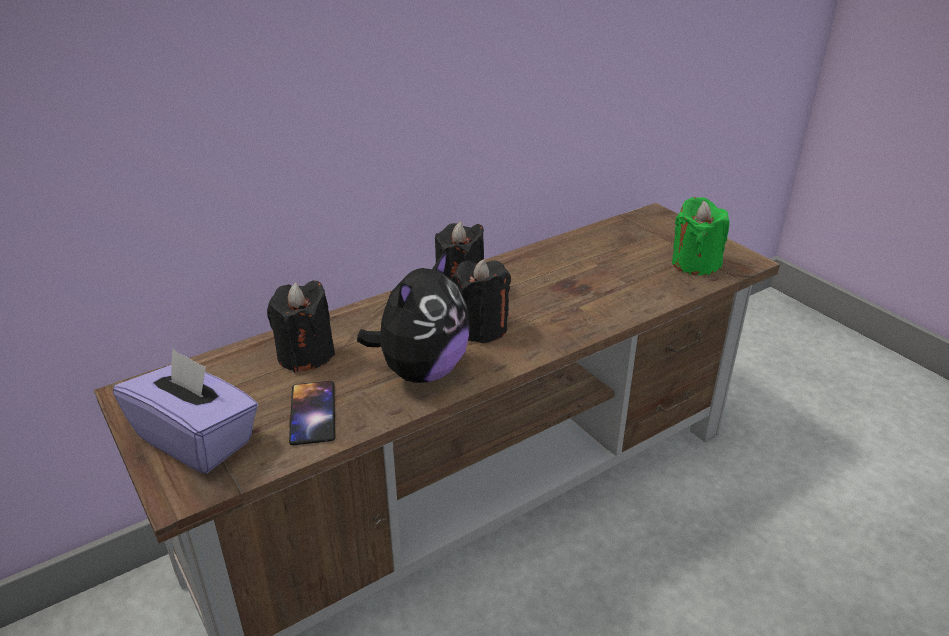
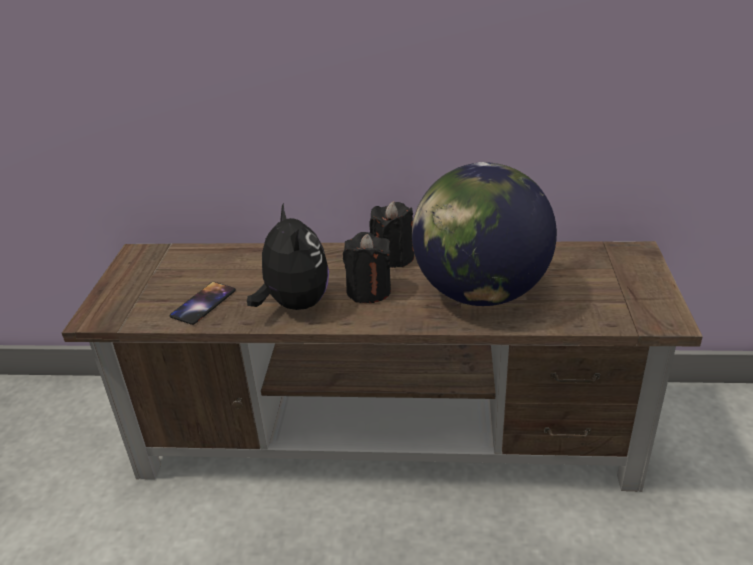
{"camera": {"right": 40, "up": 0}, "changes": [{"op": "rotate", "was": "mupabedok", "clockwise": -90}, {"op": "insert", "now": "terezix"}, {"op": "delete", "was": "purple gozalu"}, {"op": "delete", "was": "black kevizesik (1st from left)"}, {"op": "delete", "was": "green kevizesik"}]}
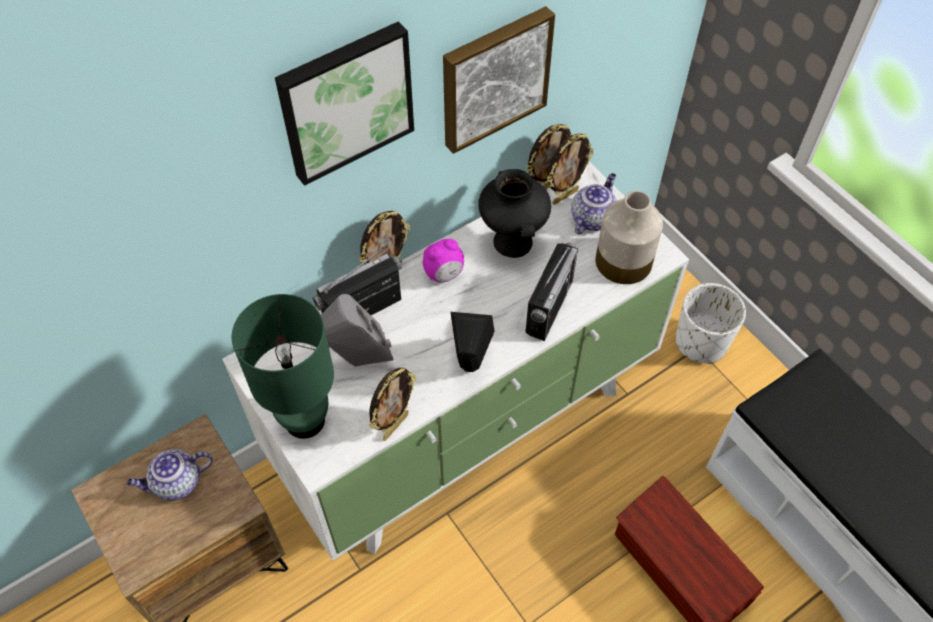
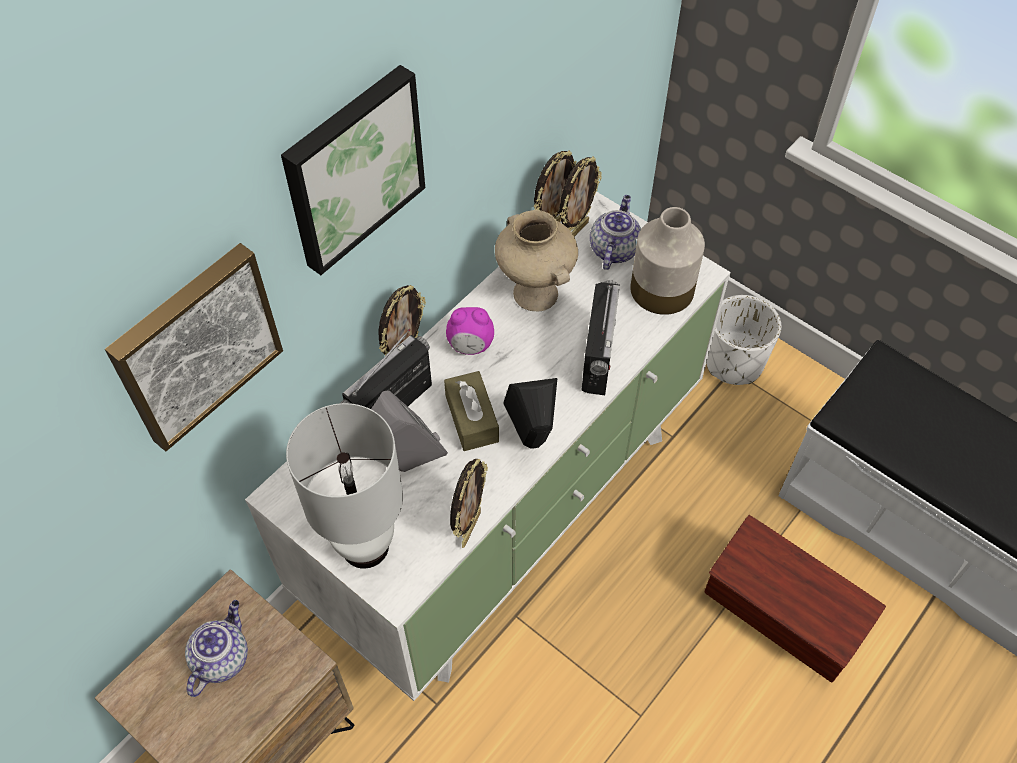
{"camera": {"right": -15, "up": 0}, "changes": [{"op": "move", "was": "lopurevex (2nd from left in the first image)", "now": "lopurevex (1st from left)"}, {"op": "rotate", "was": "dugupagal (1st from left)", "clockwise": 150}, {"op": "recolor", "was": "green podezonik", "now": "white podezonik"}, {"op": "insert", "now": "brown gozalu"}, {"op": "rotate", "was": "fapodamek", "clockwise": 45}, {"op": "recolor", "was": "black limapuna", "now": "beige limapuna (1st from left)"}]}
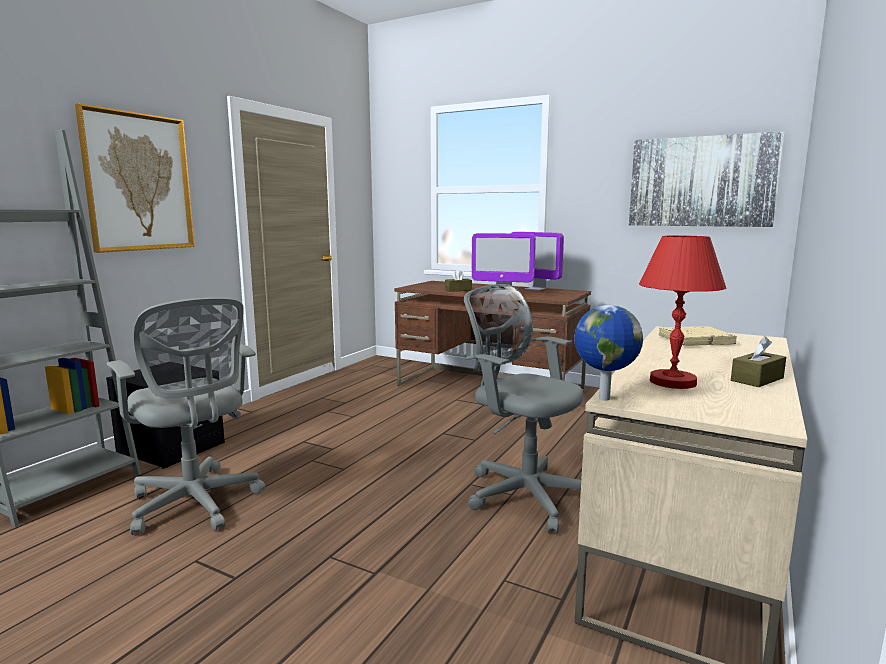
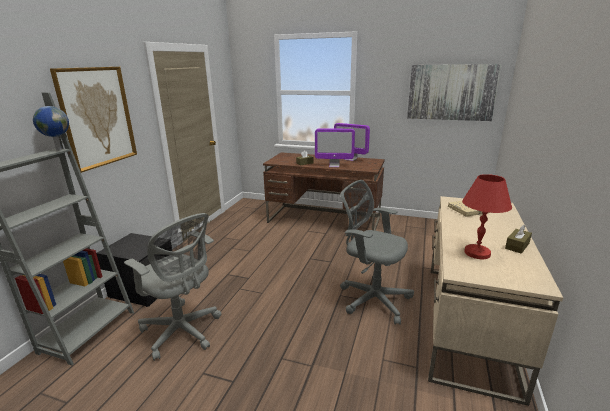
{"camera": {"right": -10, "up": 10}, "changes": [{"op": "move", "was": "terezix"}]}
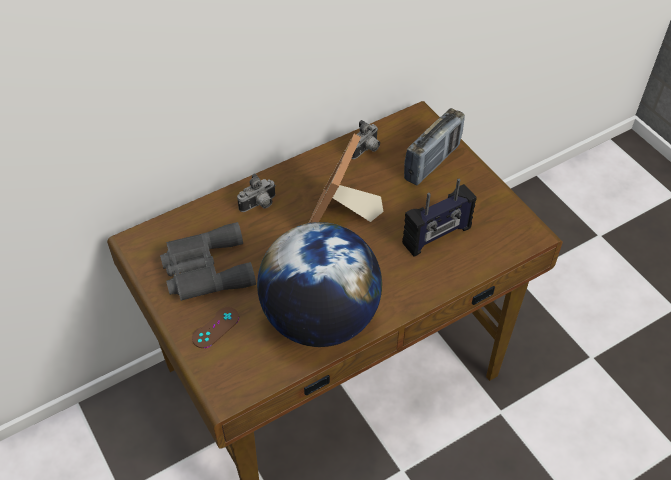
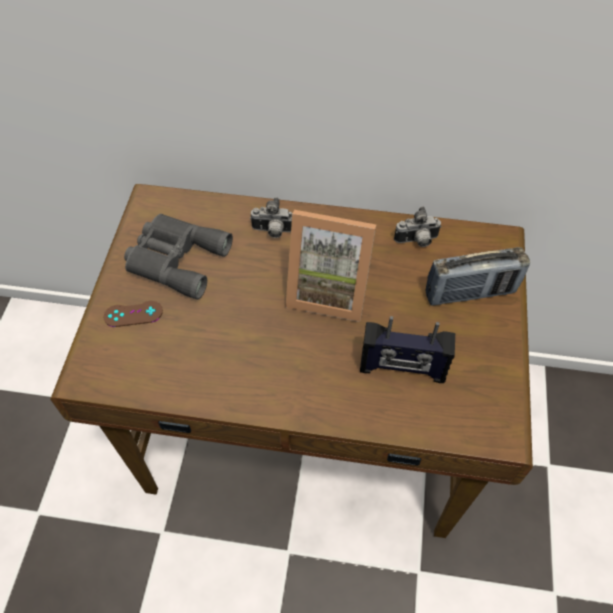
{"camera": {"right": 40, "up": 5}, "changes": [{"op": "rotate", "was": "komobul", "clockwise": -135}, {"op": "delete", "was": "terezix"}]}
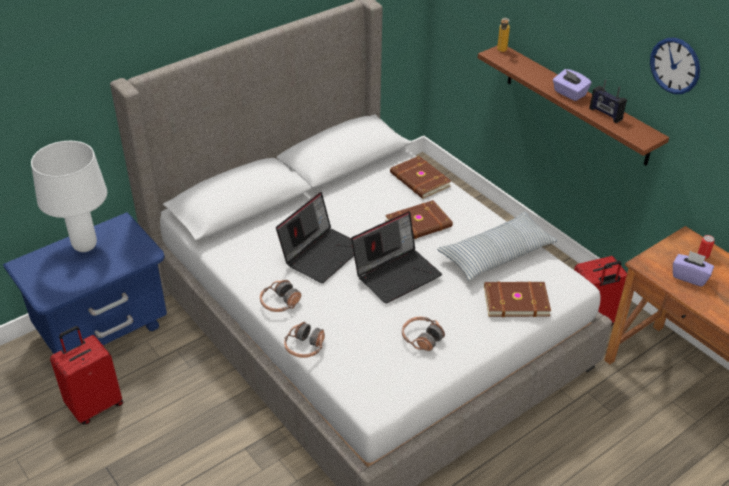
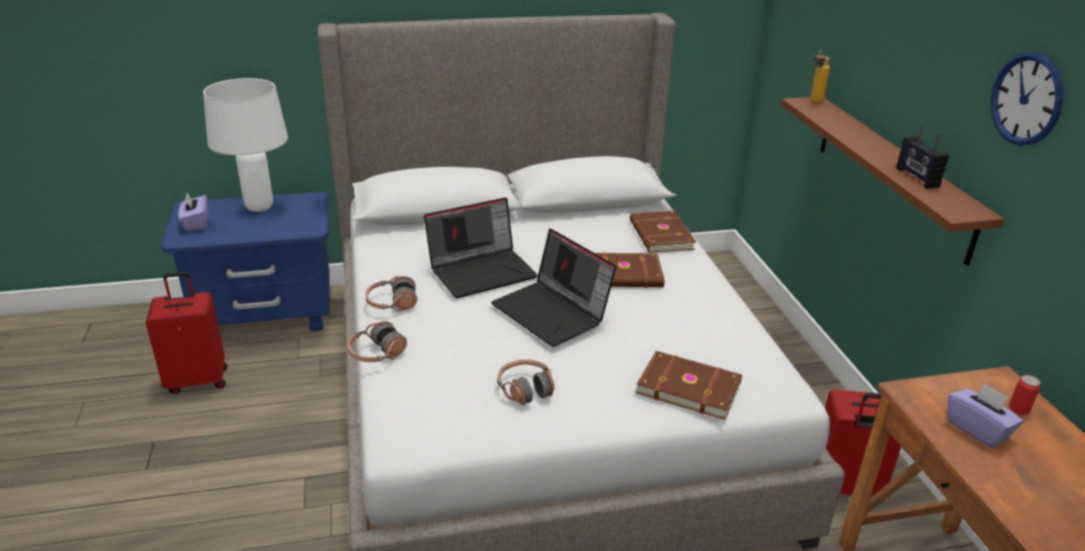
{"camera": {"right": 25, "up": -10}, "changes": [{"op": "move", "was": "purple gozalu (1st from left)"}, {"op": "rotate", "was": "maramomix (2nd from left)", "clockwise": 60}, {"op": "delete", "was": "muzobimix"}]}
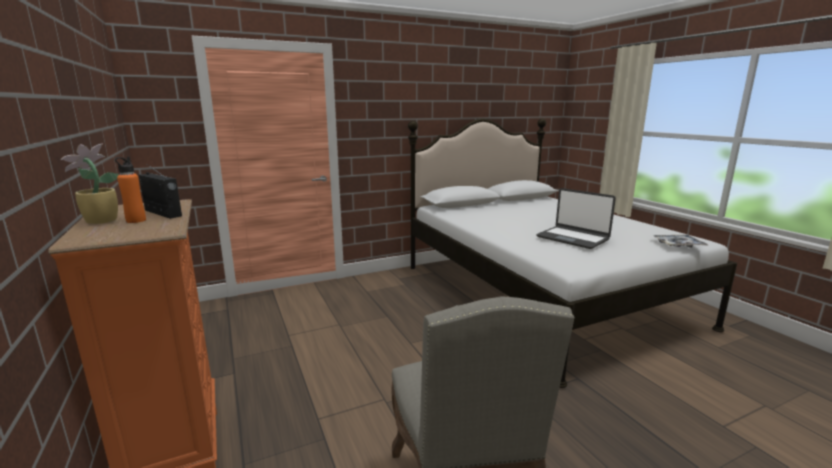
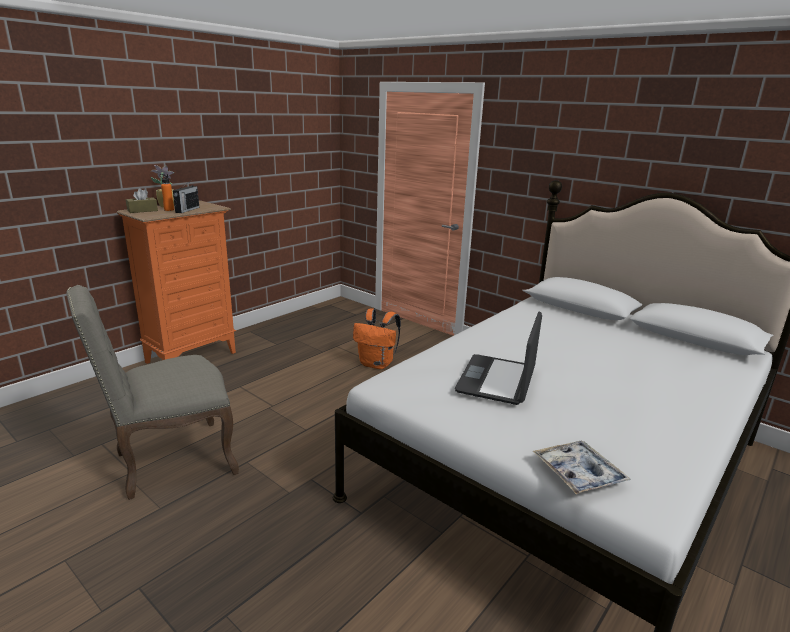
{"camera": {"right": 65, "up": 5}, "changes": [{"op": "insert", "now": "brown gozalu"}, {"op": "insert", "now": "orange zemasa"}]}
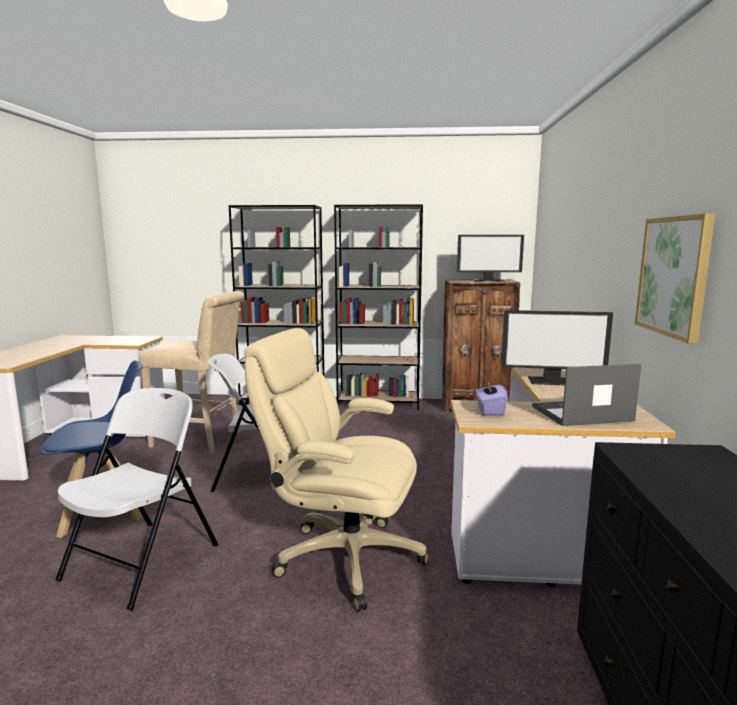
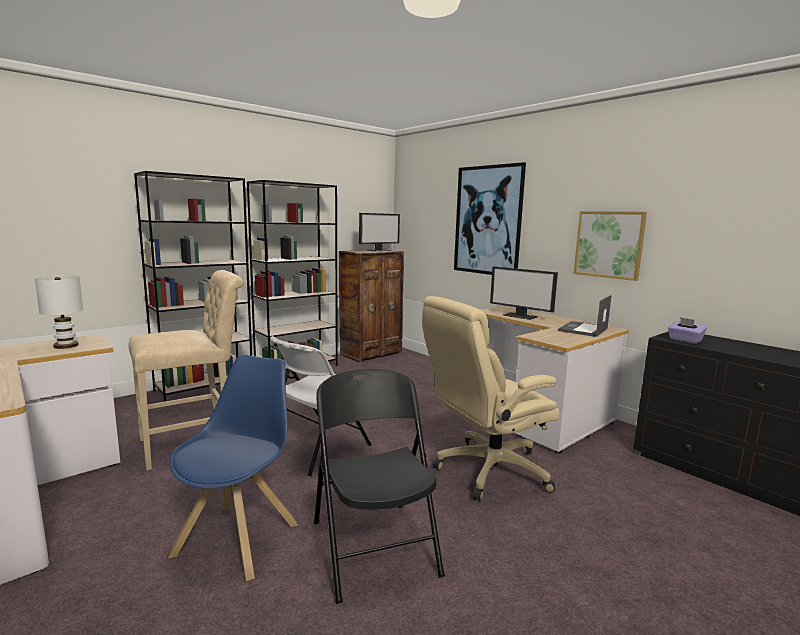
{"camera": {"right": -45, "up": 0}, "changes": [{"op": "insert", "now": "white podezonik"}, {"op": "recolor", "was": "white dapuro (1st from left)", "now": "black dapuro"}, {"op": "insert", "now": "lopurevex (1st from left)"}, {"op": "rotate", "was": "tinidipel (2nd from left)", "clockwise": 75}, {"op": "move", "was": "purple gozalu"}]}
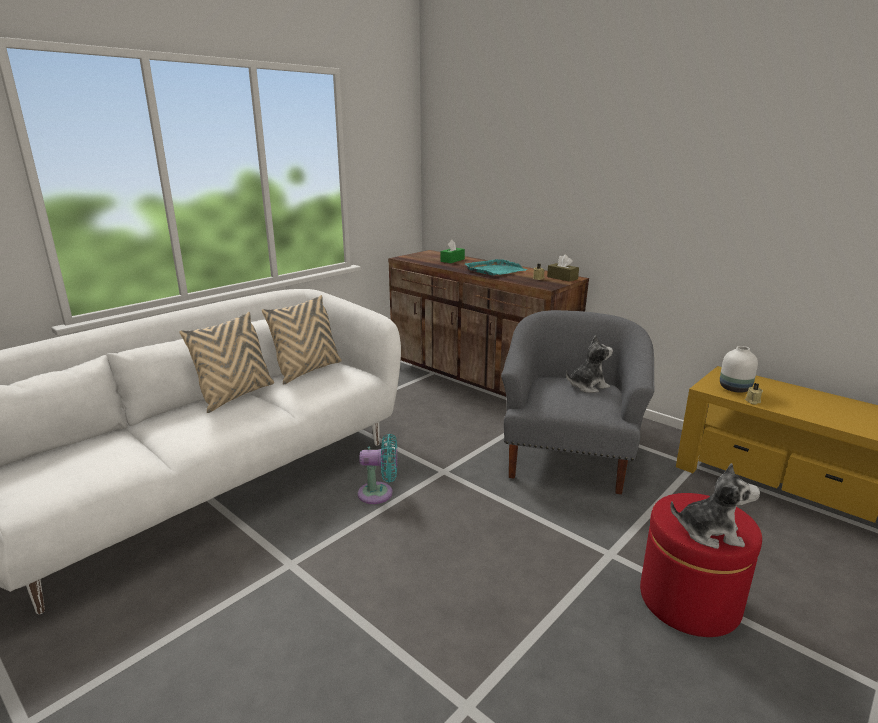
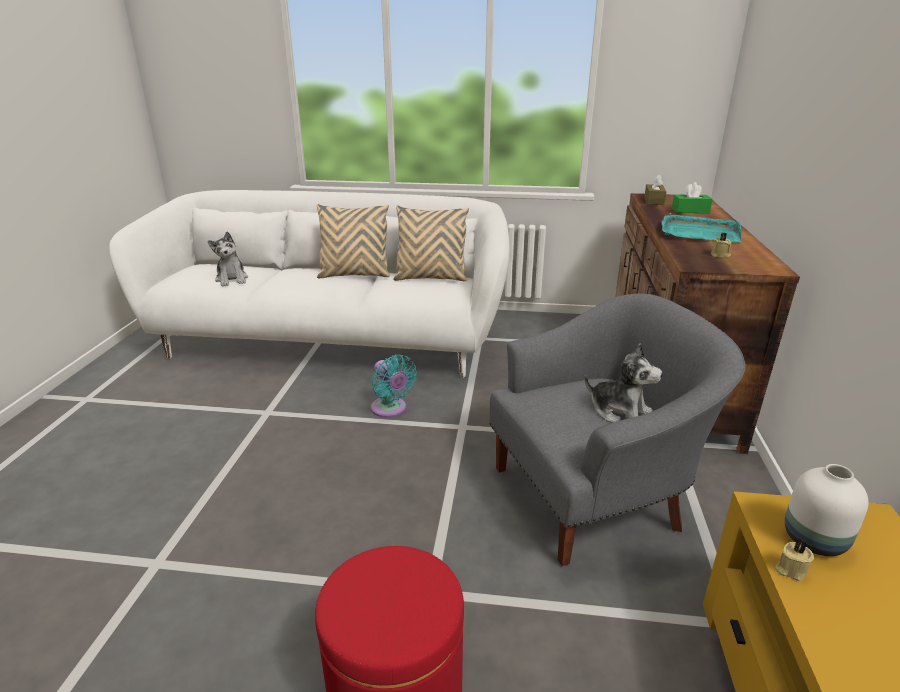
{"camera": {"right": 55, "up": 5}, "changes": [{"op": "move", "was": "mupabedok (2nd from left in the first image)", "now": "mupabedok (1st from left)"}, {"op": "move", "was": "brown gozalu"}]}
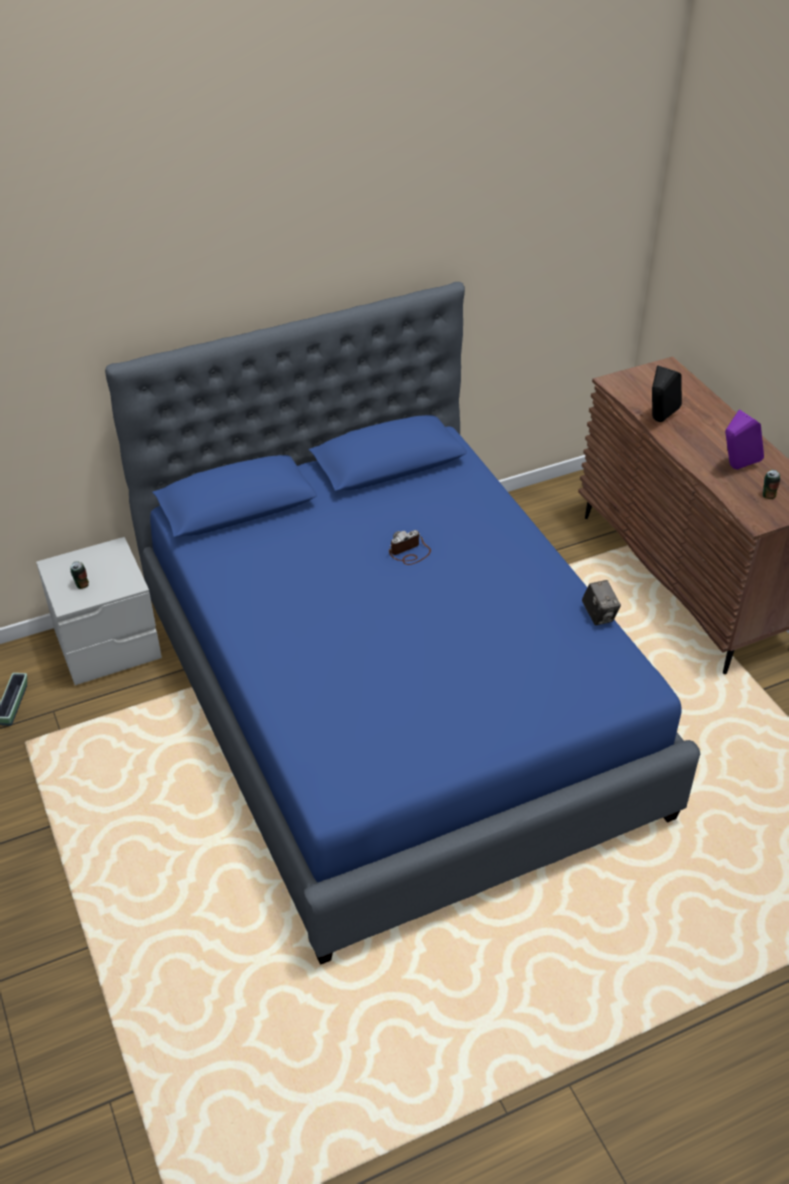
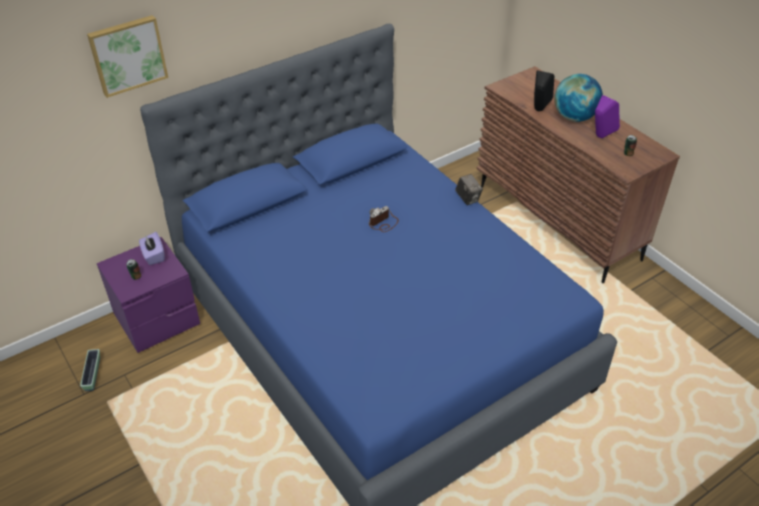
{"camera": {"right": -10, "up": 0}, "changes": [{"op": "insert", "now": "lopurevex"}, {"op": "recolor", "was": "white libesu", "now": "purple libesu"}, {"op": "insert", "now": "purple gozalu"}, {"op": "move", "was": "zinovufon (2nd from left)"}, {"op": "insert", "now": "terezix"}]}
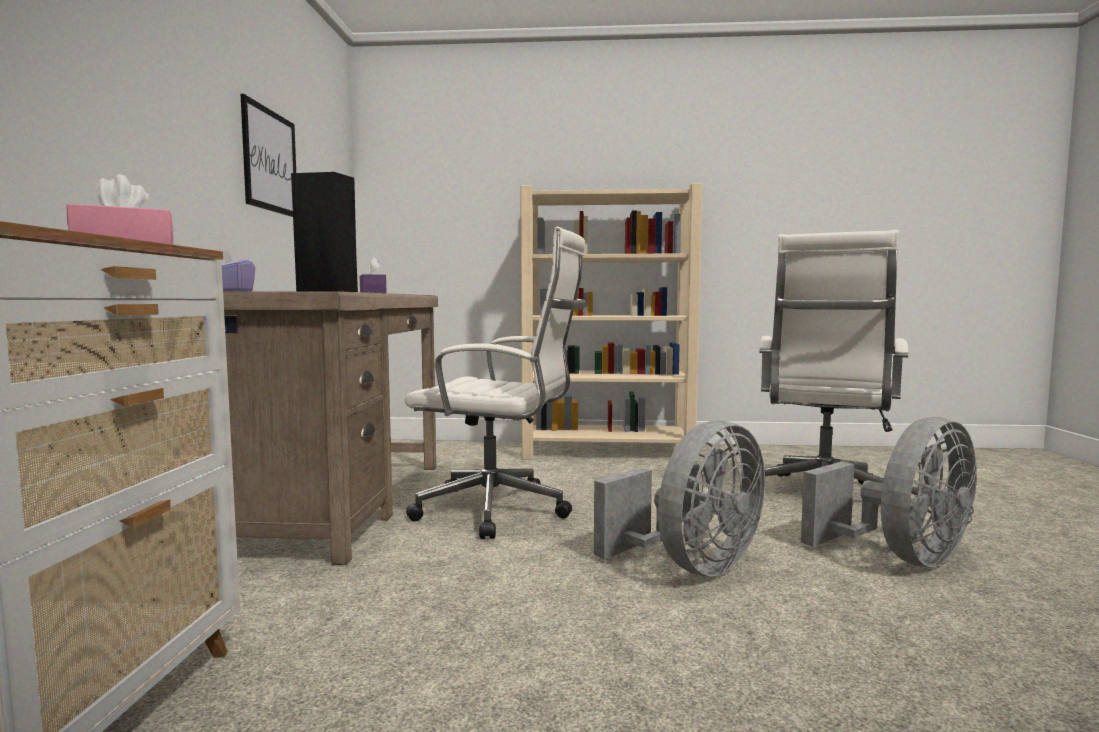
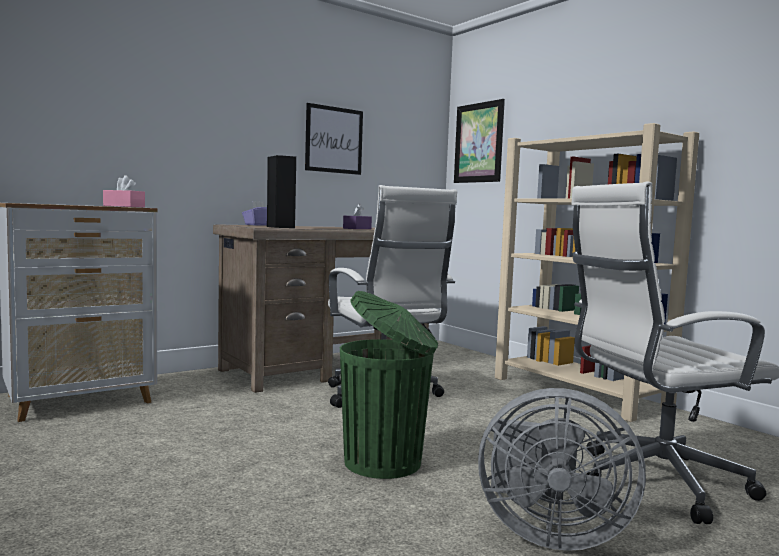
{"camera": {"right": 50, "up": 0}, "changes": [{"op": "replace", "was": "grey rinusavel (1st from left)", "now": "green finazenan"}, {"op": "insert", "now": "lopurevex (2nd from left)"}]}
